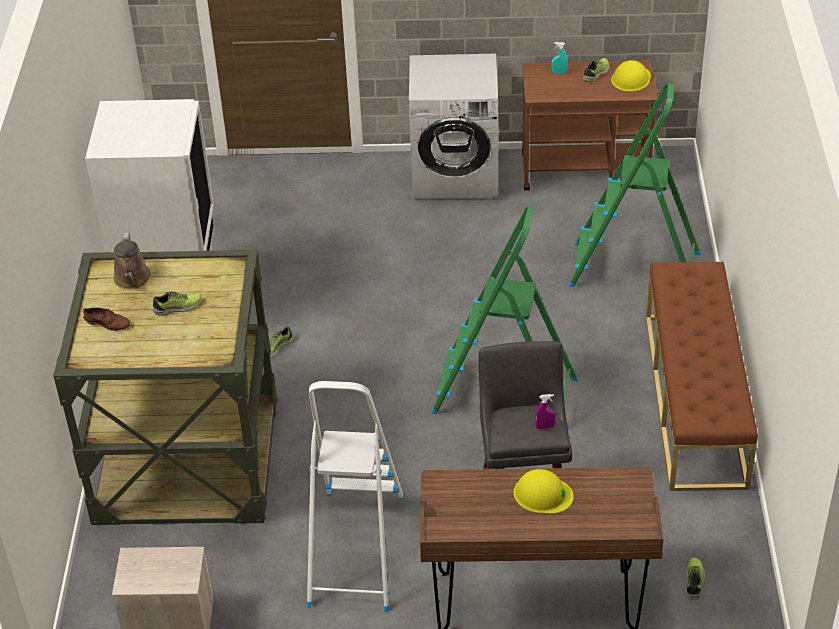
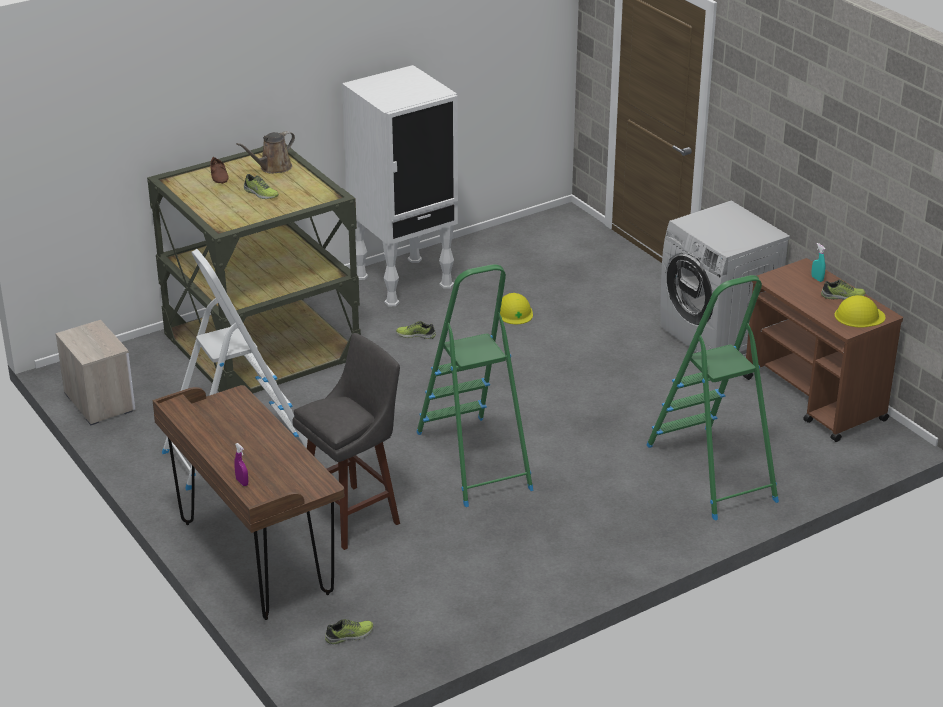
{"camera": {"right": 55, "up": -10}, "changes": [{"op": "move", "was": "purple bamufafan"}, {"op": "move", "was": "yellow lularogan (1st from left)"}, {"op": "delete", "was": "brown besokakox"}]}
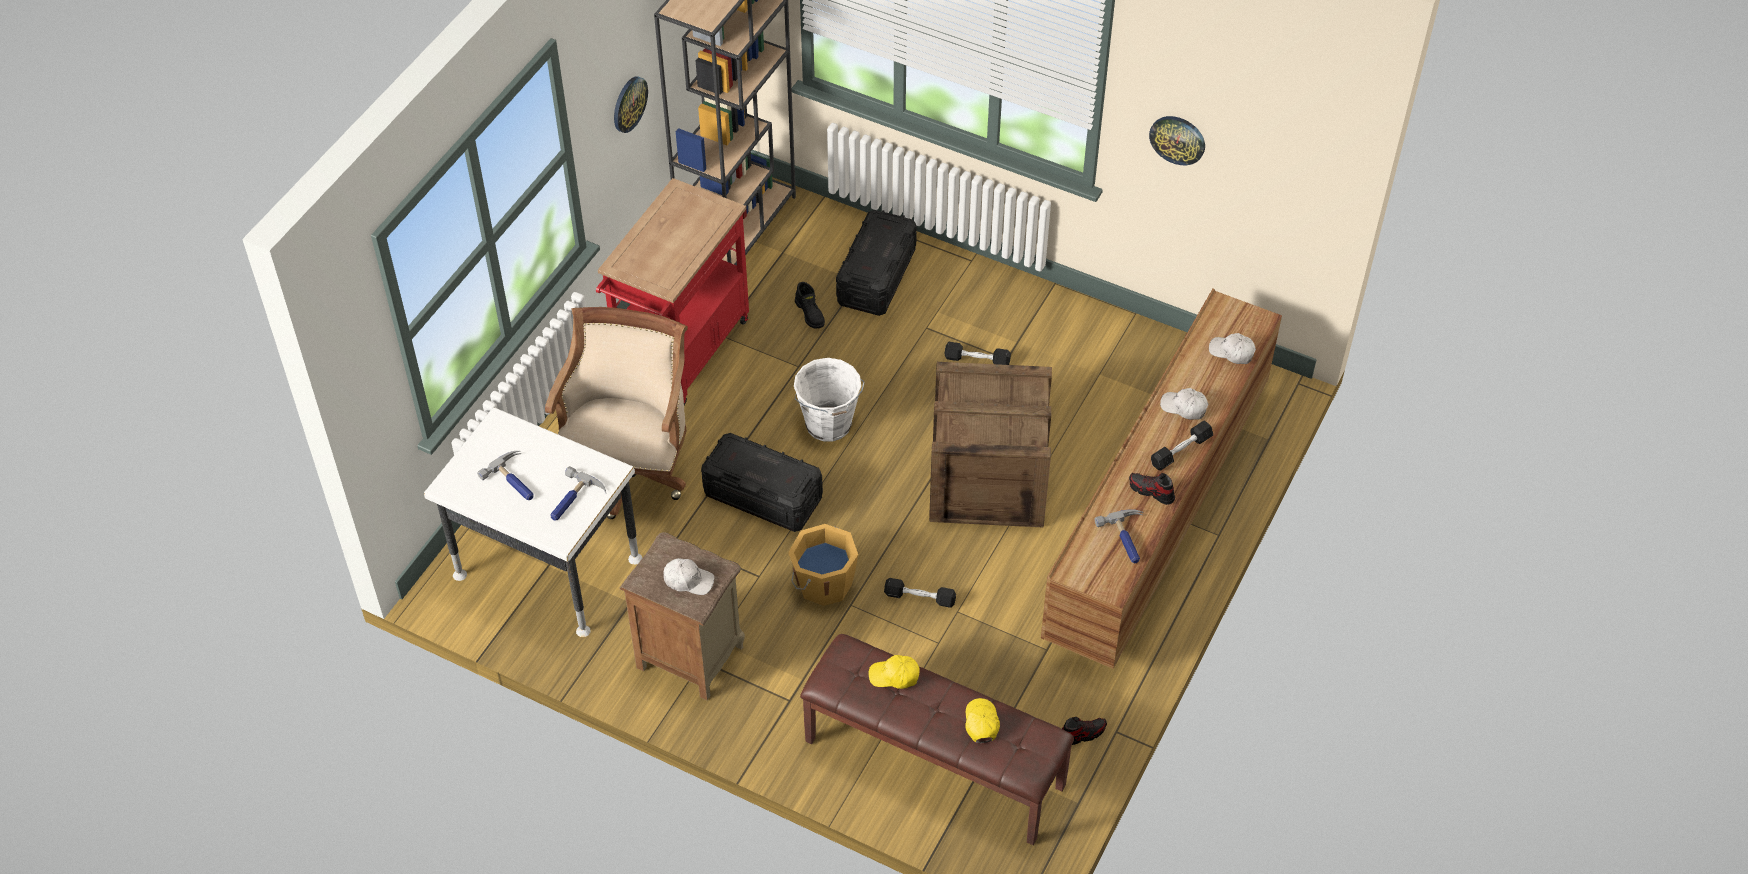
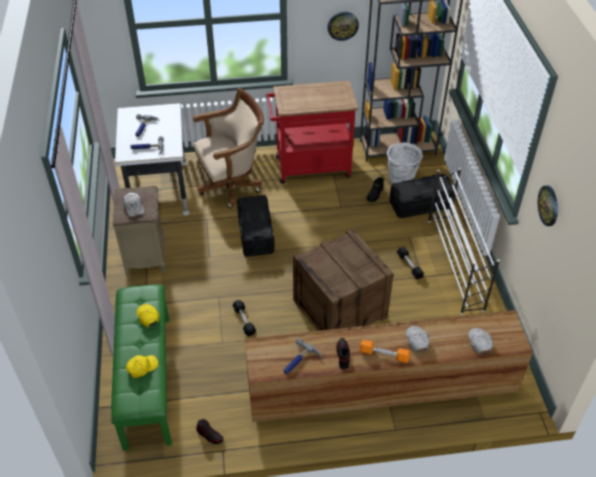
{"camera": {"right": 55, "up": -5}, "changes": [{"op": "recolor", "was": "brown besokakox", "now": "green besokakox"}, {"op": "recolor", "was": "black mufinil (3rd from left)", "now": "orange mufinil"}, {"op": "move", "was": "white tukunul"}, {"op": "insert", "now": "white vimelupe"}, {"op": "delete", "was": "orange tukunul"}]}
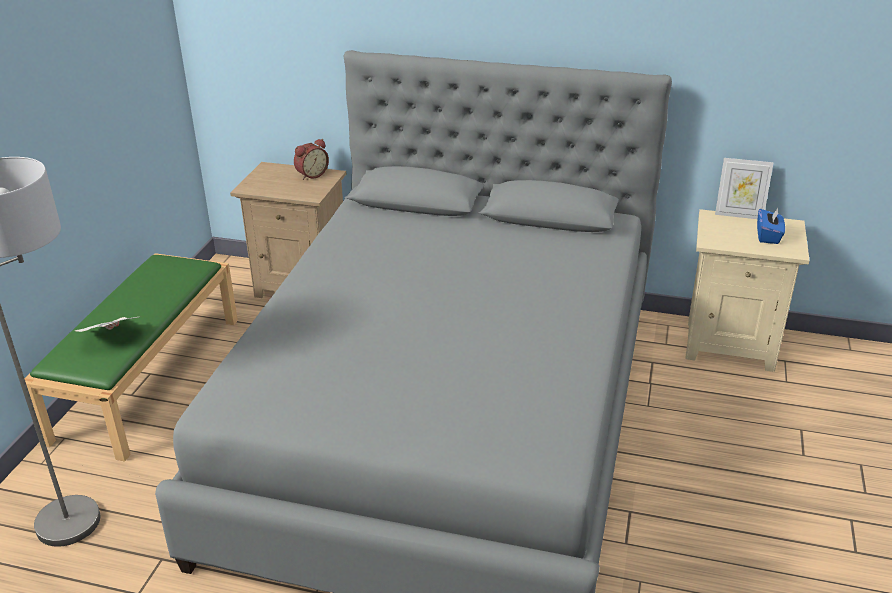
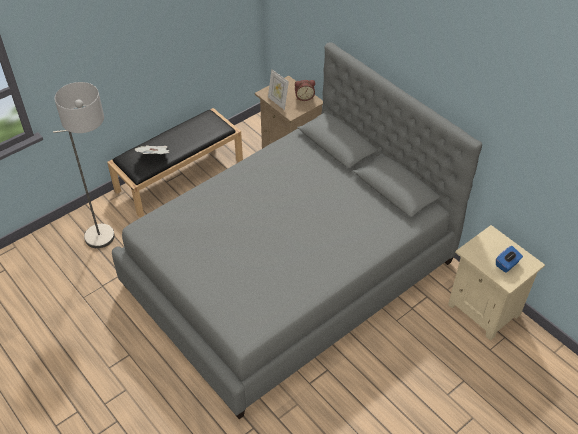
{"camera": {"right": 35, "up": 15}, "changes": [{"op": "recolor", "was": "green besokakox", "now": "black besokakox"}, {"op": "move", "was": "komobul"}]}
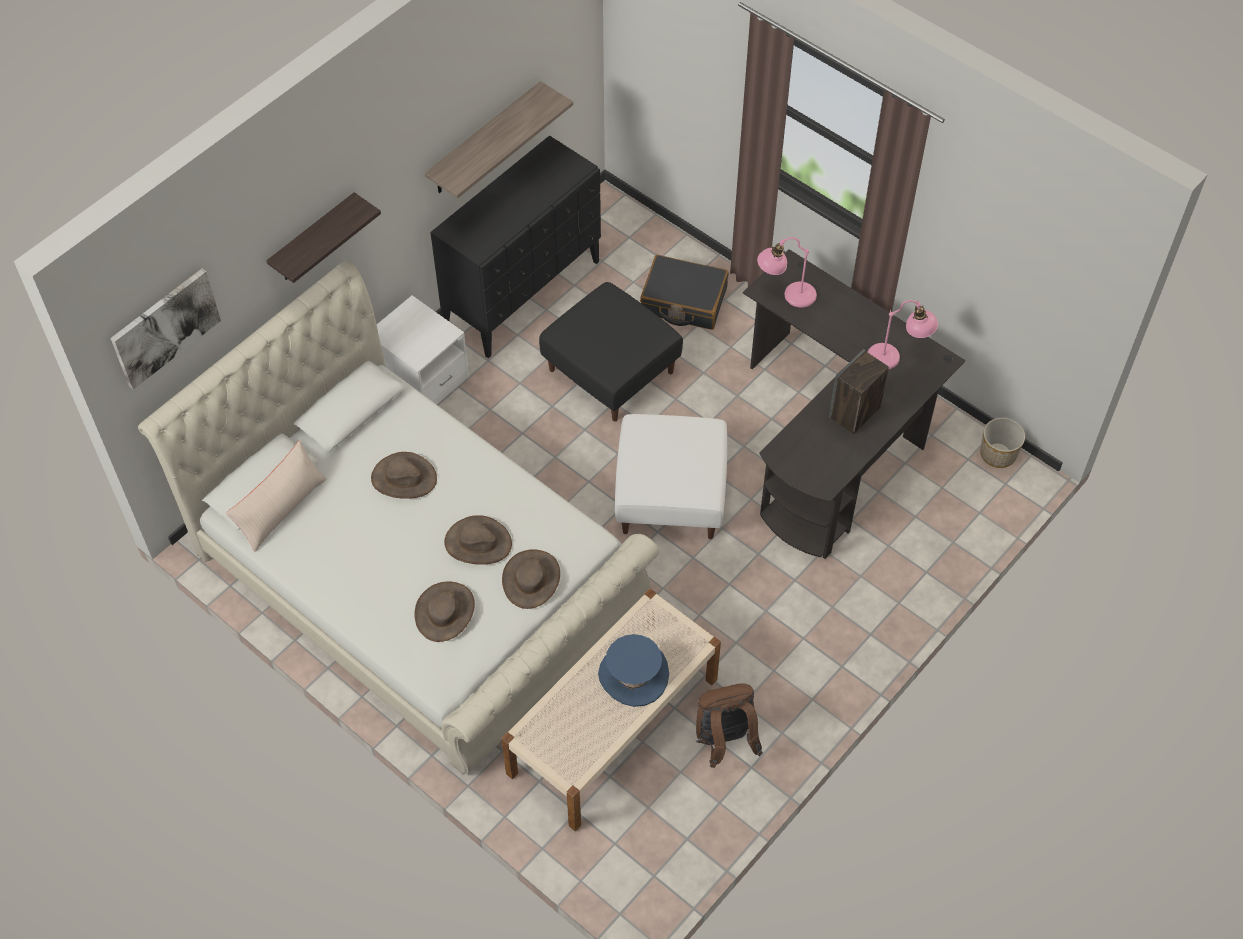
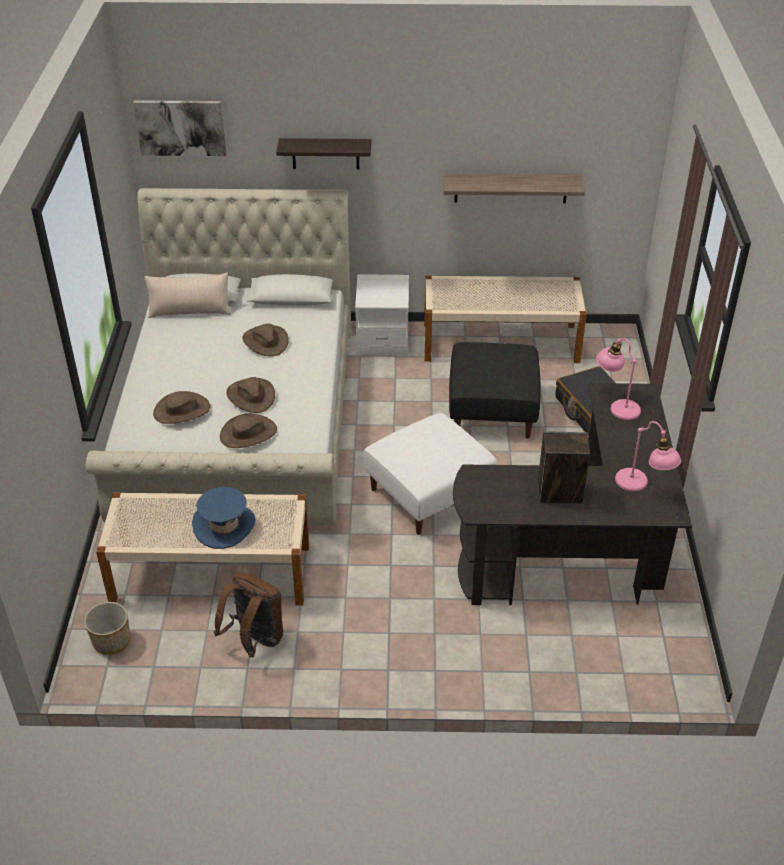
{"camera": {"right": 50, "up": -15}, "changes": [{"op": "move", "was": "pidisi"}, {"op": "replace", "was": "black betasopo", "now": "beige besokakox (2nd from left)"}]}
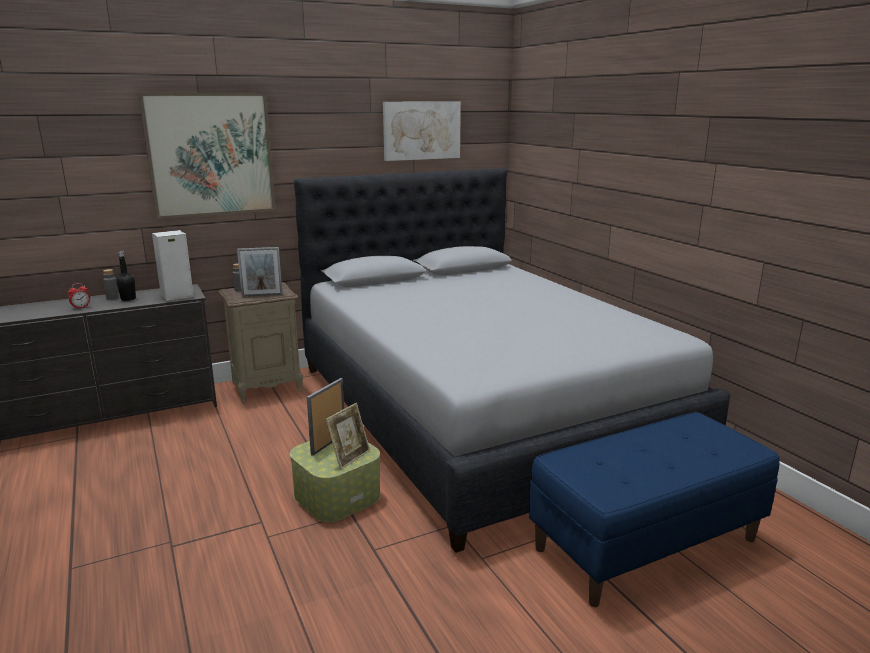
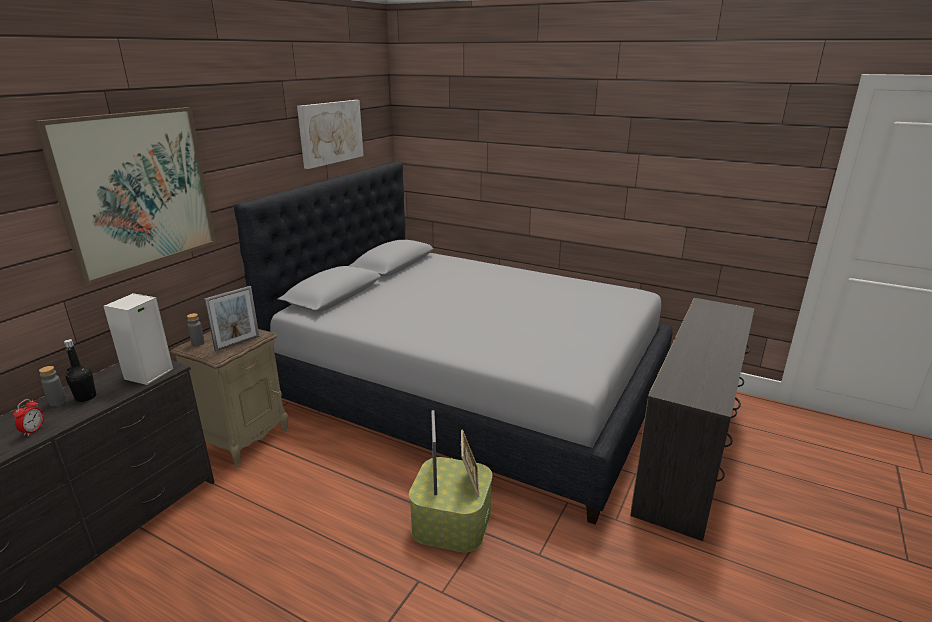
{"camera": {"right": -35, "up": 5}, "changes": [{"op": "replace", "was": "blue besokakox", "now": "black betasopo (2nd from left)"}]}
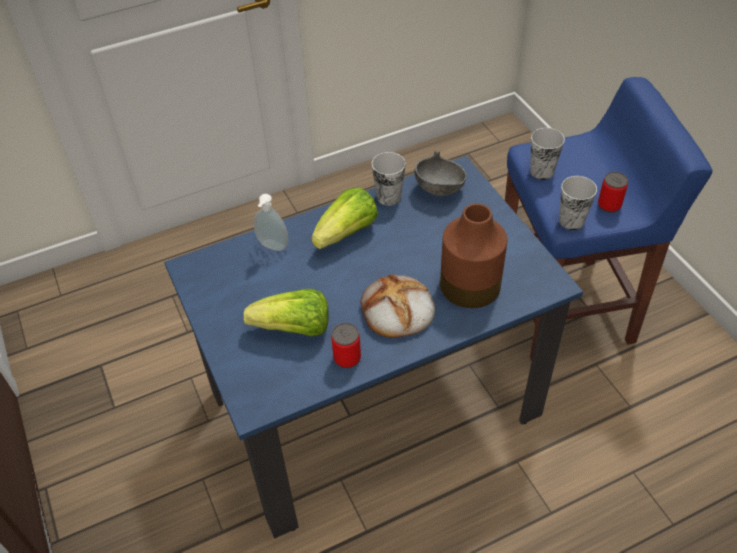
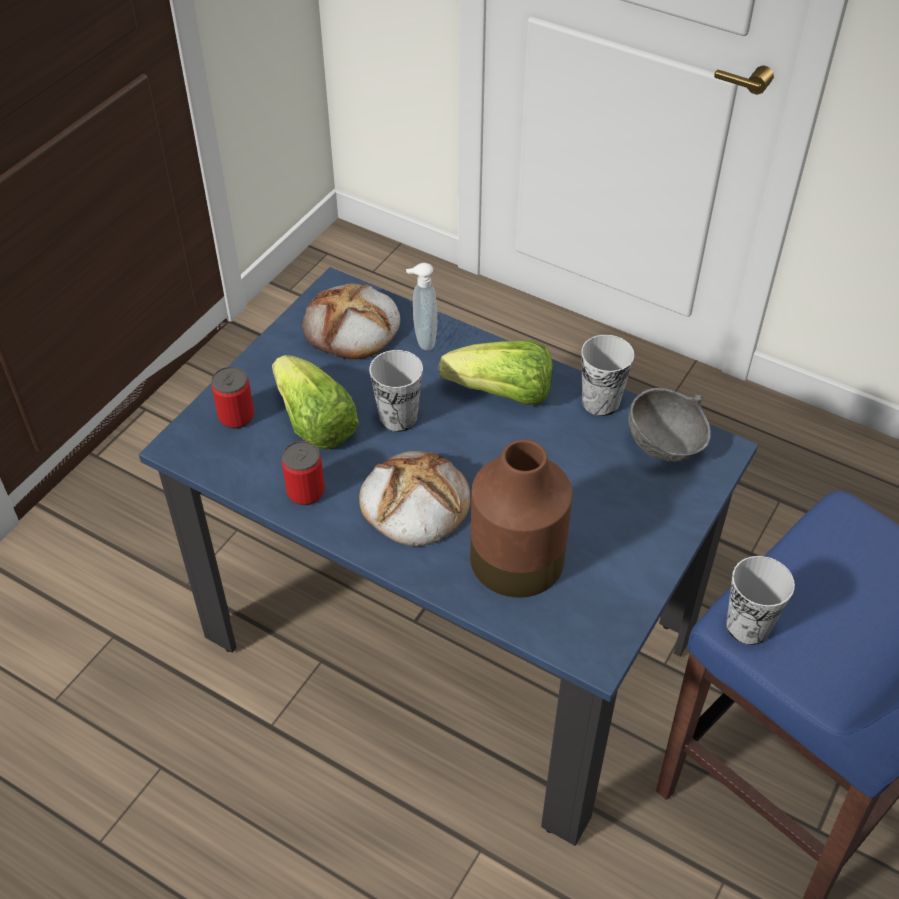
{"camera": {"right": 55, "up": 0}, "changes": [{"op": "move", "was": "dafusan (2nd from left in the first image)", "now": "dafusan (1st from left)"}, {"op": "insert", "now": "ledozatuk (1st from left)"}, {"op": "move", "was": "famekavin (2nd from left in the first image)", "now": "famekavin (1st from left)"}]}
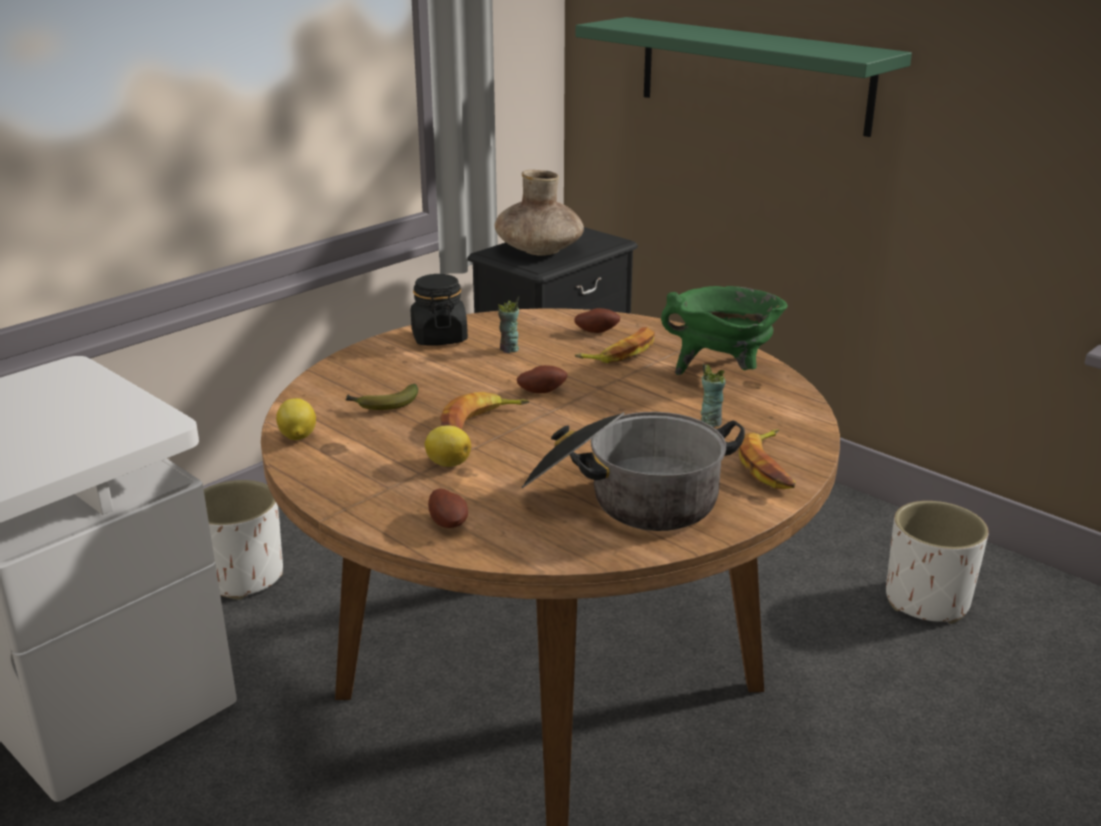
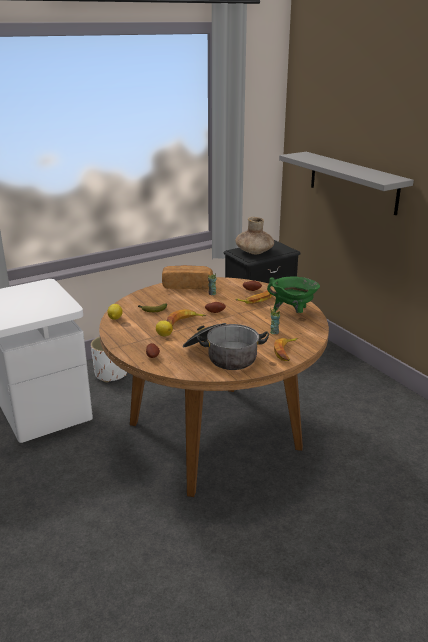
{"camera": {"right": 15, "up": 0}, "changes": [{"op": "replace", "was": "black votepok", "now": "ledozatuk"}, {"op": "recolor", "was": "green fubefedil", "now": "grey fubefedil"}, {"op": "delete", "was": "white pidisi (2nd from left)"}]}
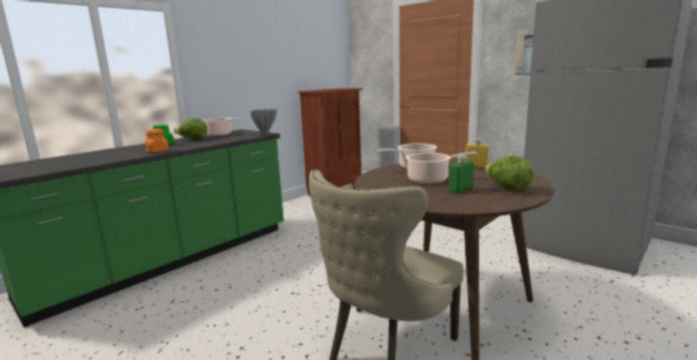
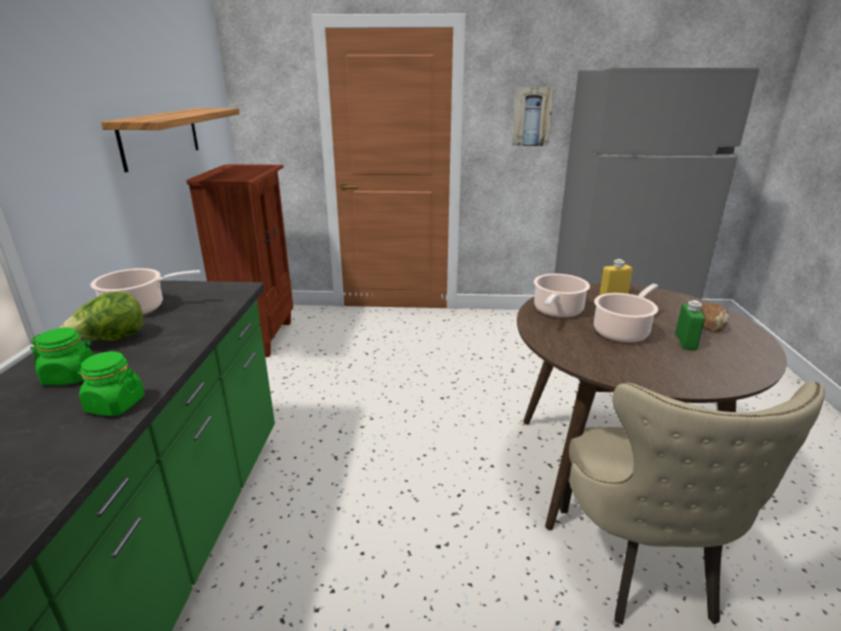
{"camera": {"right": -40, "up": 10}, "changes": [{"op": "recolor", "was": "orange votepok", "now": "green votepok (2nd from left)"}, {"op": "insert", "now": "fubefedil"}, {"op": "replace", "was": "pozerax (2nd from left)", "now": "ledozatuk"}, {"op": "delete", "was": "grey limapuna"}]}
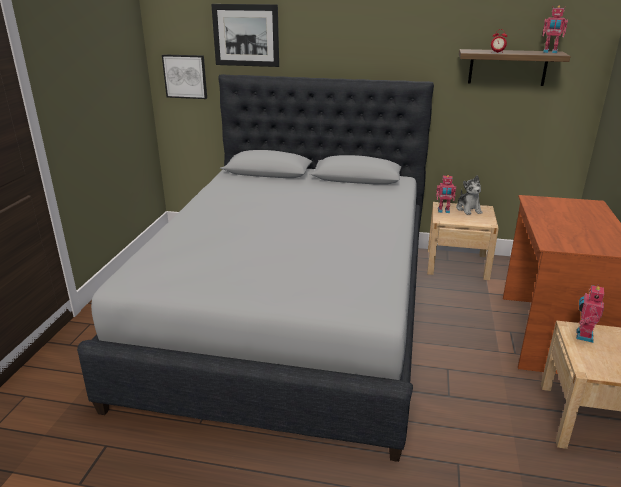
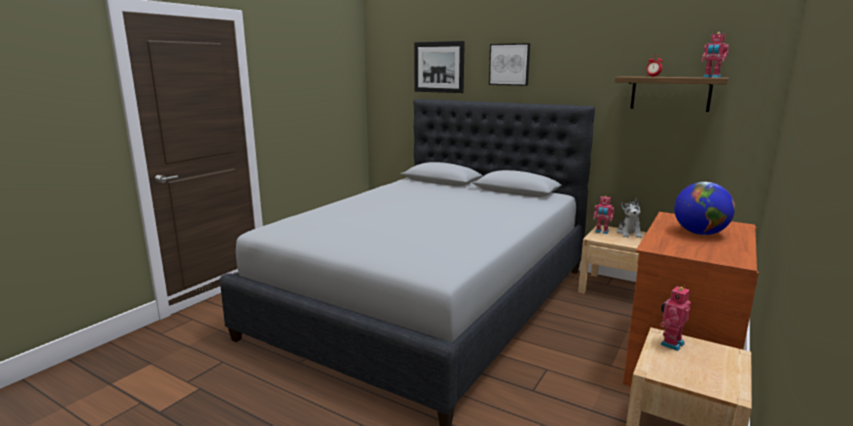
{"camera": {"right": 20, "up": -10}, "changes": [{"op": "move", "was": "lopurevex (1st from left in the first image)", "now": "lopurevex (2nd from left)"}, {"op": "insert", "now": "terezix"}]}
